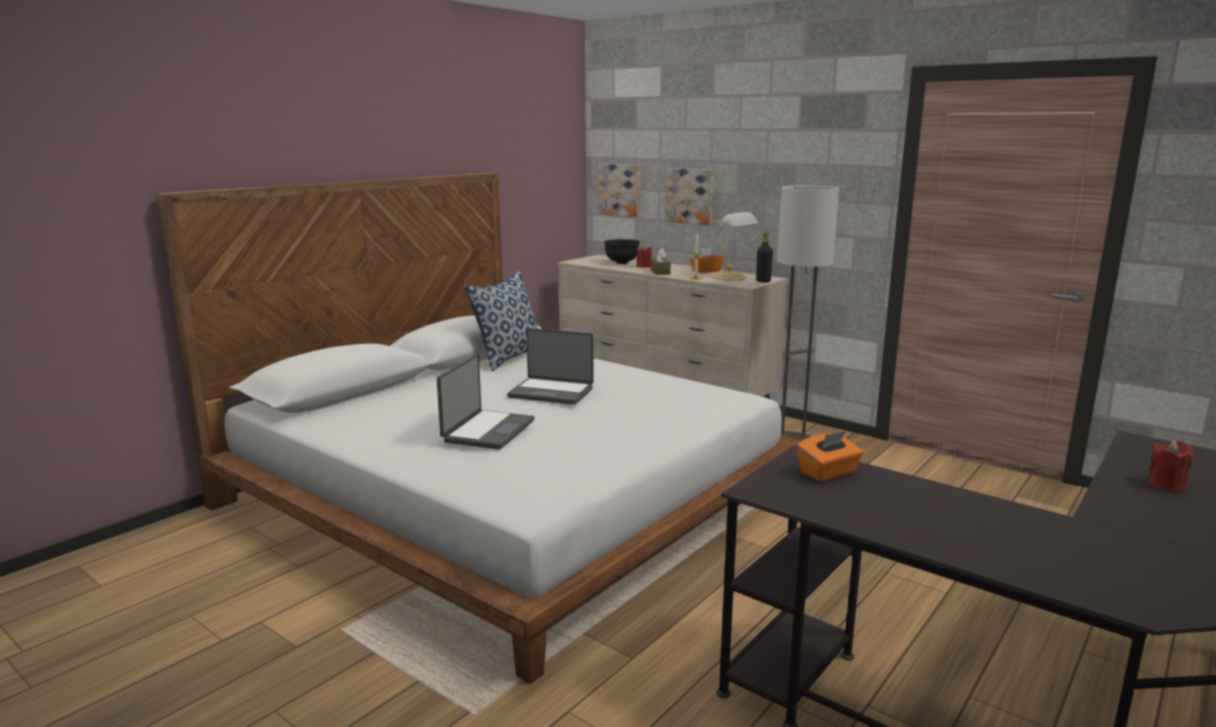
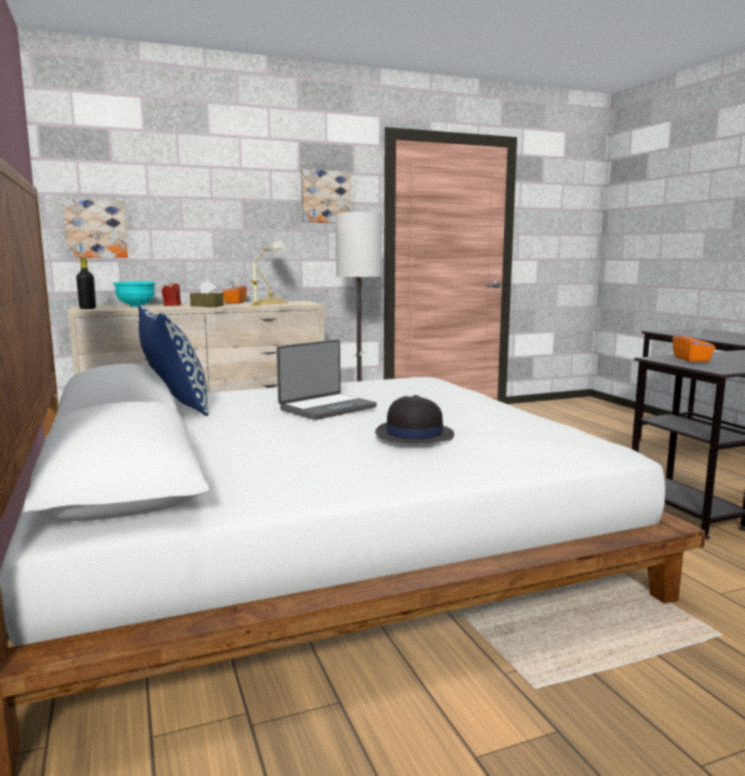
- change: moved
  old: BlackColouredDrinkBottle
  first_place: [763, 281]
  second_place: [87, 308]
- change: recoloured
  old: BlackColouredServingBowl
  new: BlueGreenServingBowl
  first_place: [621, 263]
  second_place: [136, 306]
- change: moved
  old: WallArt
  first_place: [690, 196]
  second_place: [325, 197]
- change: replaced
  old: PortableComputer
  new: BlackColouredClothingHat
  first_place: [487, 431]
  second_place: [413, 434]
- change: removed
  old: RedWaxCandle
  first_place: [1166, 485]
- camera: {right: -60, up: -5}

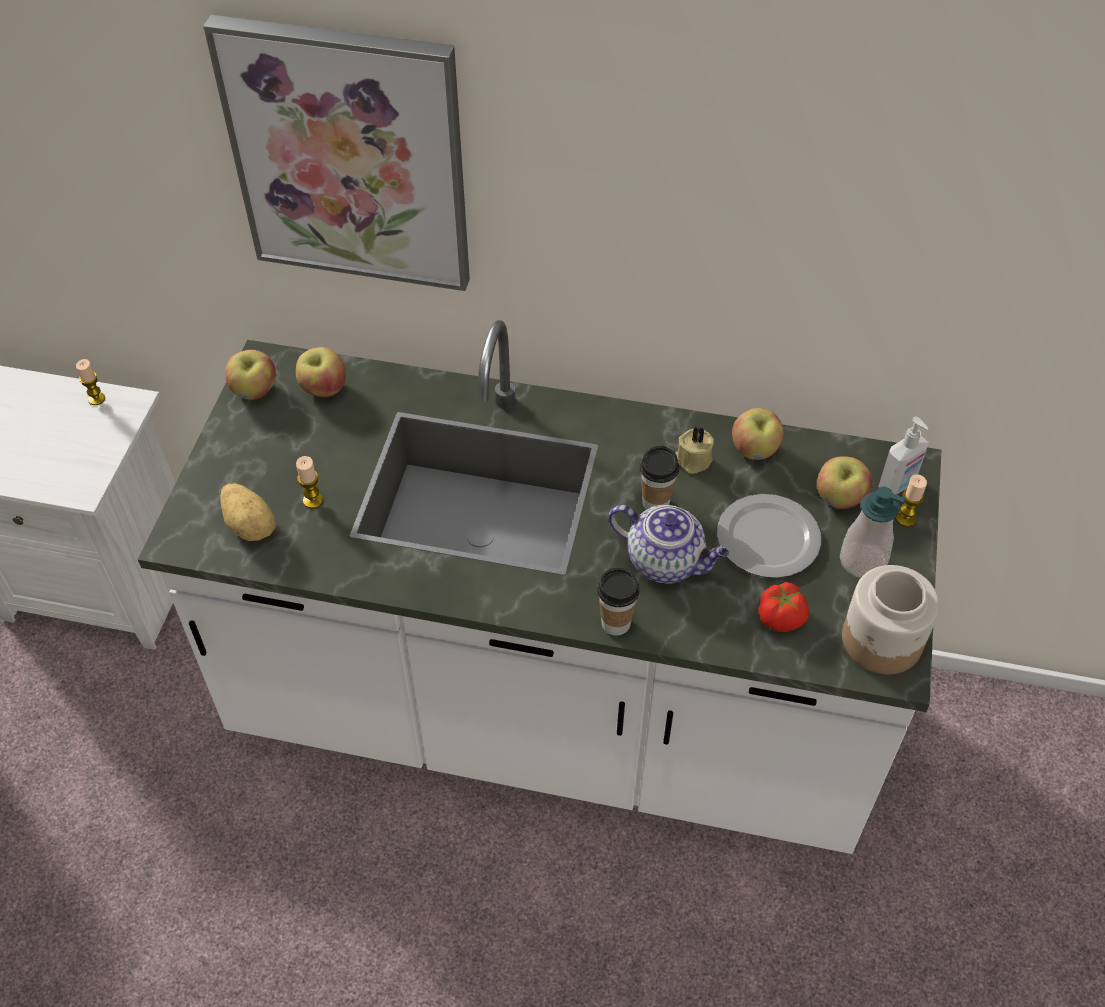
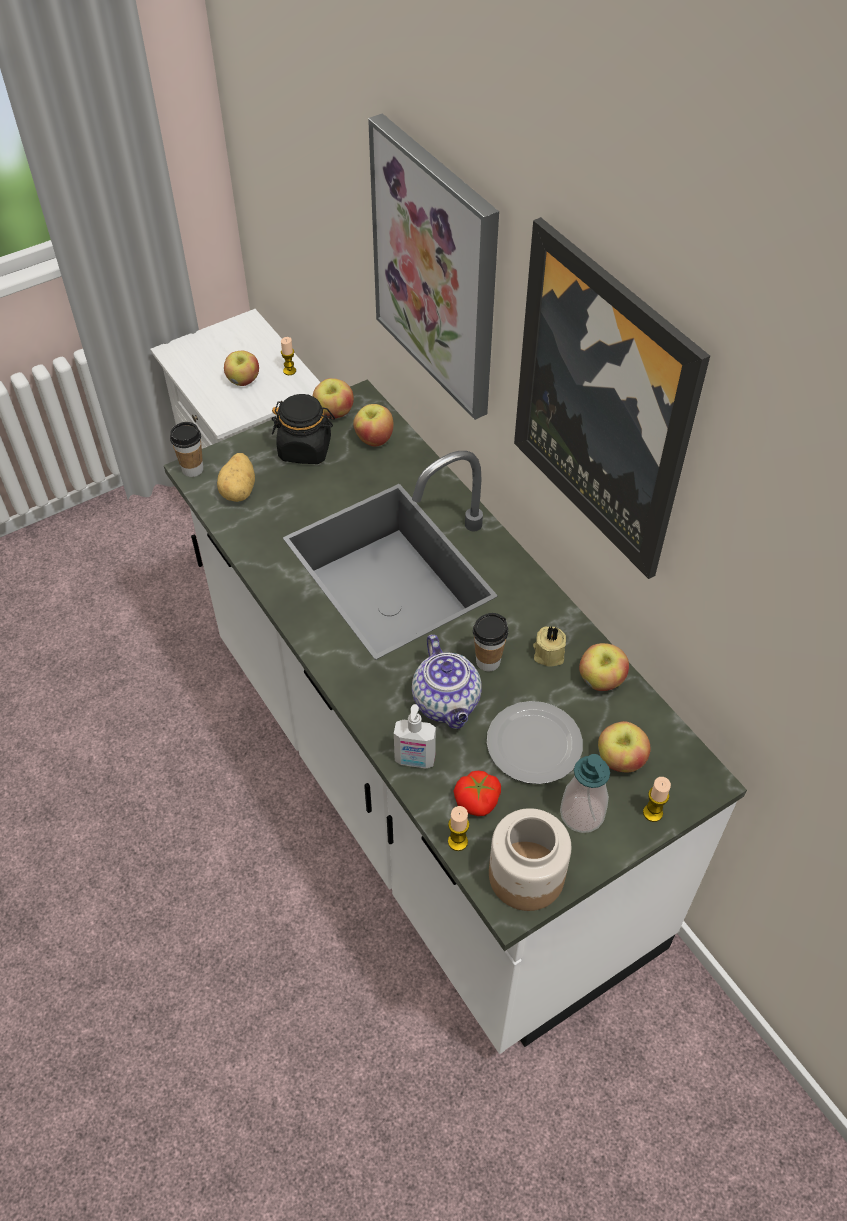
- change: moved
  old: Cup
  first_place: [616, 623]
  second_place: [192, 469]
- change: added
  new: WholeApple
  second_place: [243, 381]
- change: added
  new: BlackColouredPreserveJar
  second_place: [305, 449]
- change: moved
  old: SoapBottle
  first_place: [897, 485]
  second_place: [414, 760]
- change: moved
  old: WaxCandle
  first_place: [313, 500]
  second_place: [457, 841]
- change: added
  new: WallArt
  second_place: [604, 403]
- camera: {right: 45, up: 0}

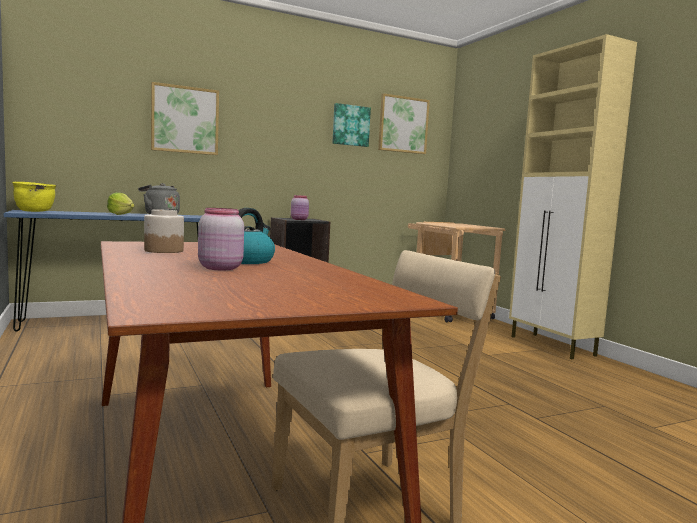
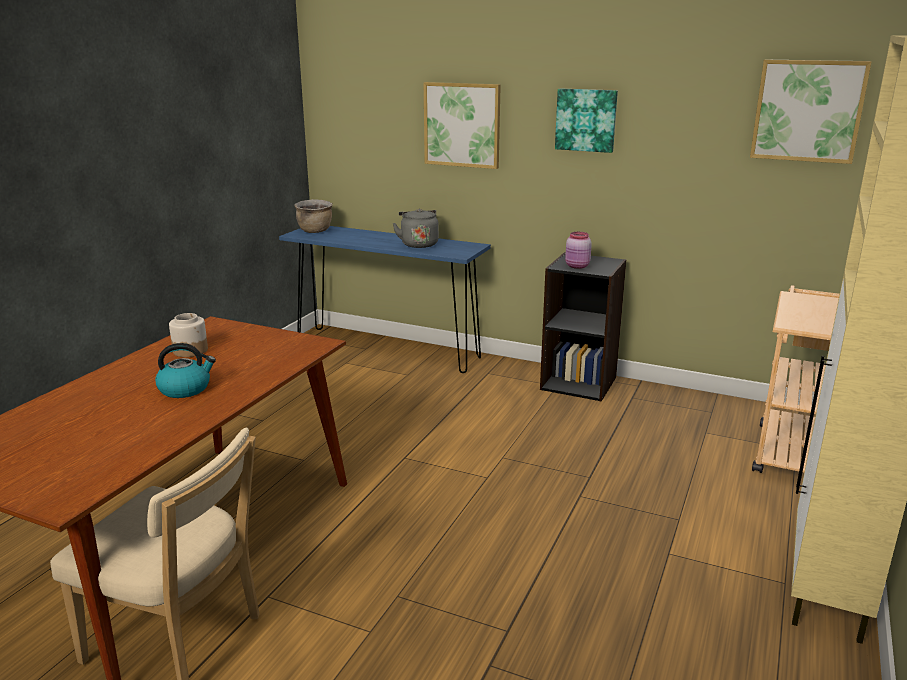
- change: recoloured
  old: YellowSaucepot
  new: BrownSaucepot
  first_place: [35, 211]
  second_place: [315, 231]
- change: moved
  old: WallArt
  first_place: [350, 125]
  second_place: [586, 120]
- change: removed
  old: LettuceHead
  first_place: [120, 214]
- change: removed
  old: PinkColouredPreserveJar
  first_place: [219, 268]
- camera: {right: 50, up: 15}

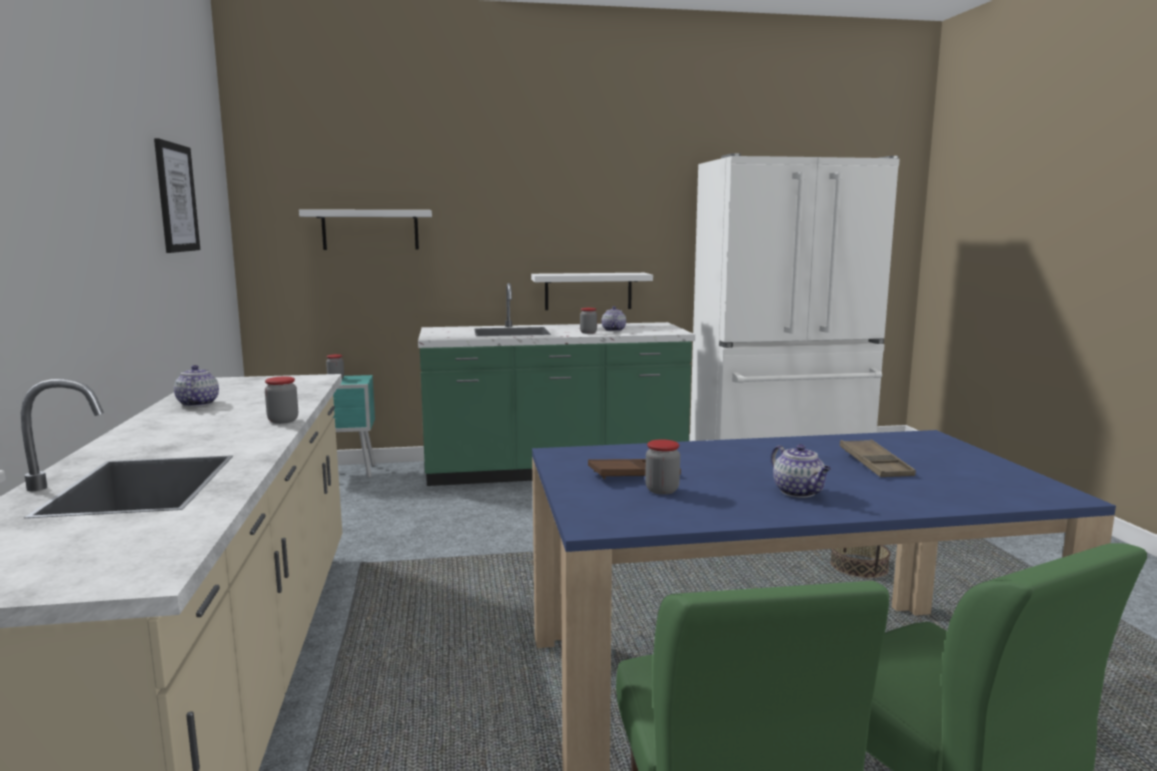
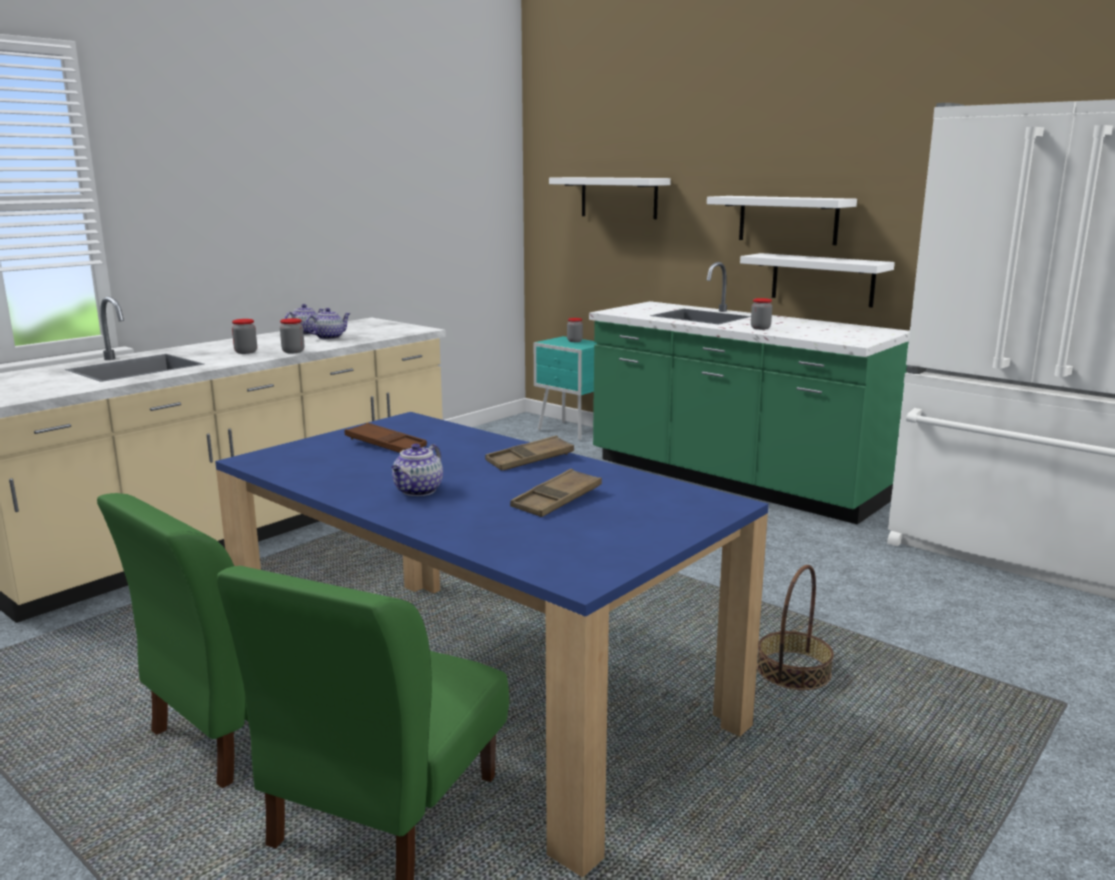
- change: moved
  old: PreserveJar
  first_place: [662, 490]
  second_place: [246, 352]
- change: moved
  old: Teapot
  first_place: [613, 330]
  second_place: [329, 337]
- change: added
  new: BrownServingTray
  second_place: [530, 460]
- change: added
  new: WhiteWallShelf
  second_place: [788, 219]
- change: removed
  old: WallArt
  first_place: [176, 198]
- camera: {right: 50, up: 5}

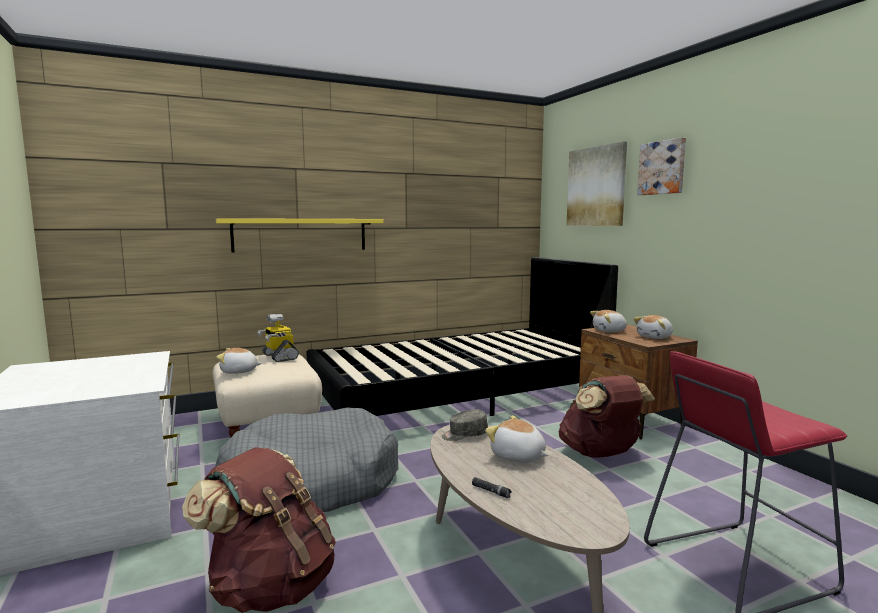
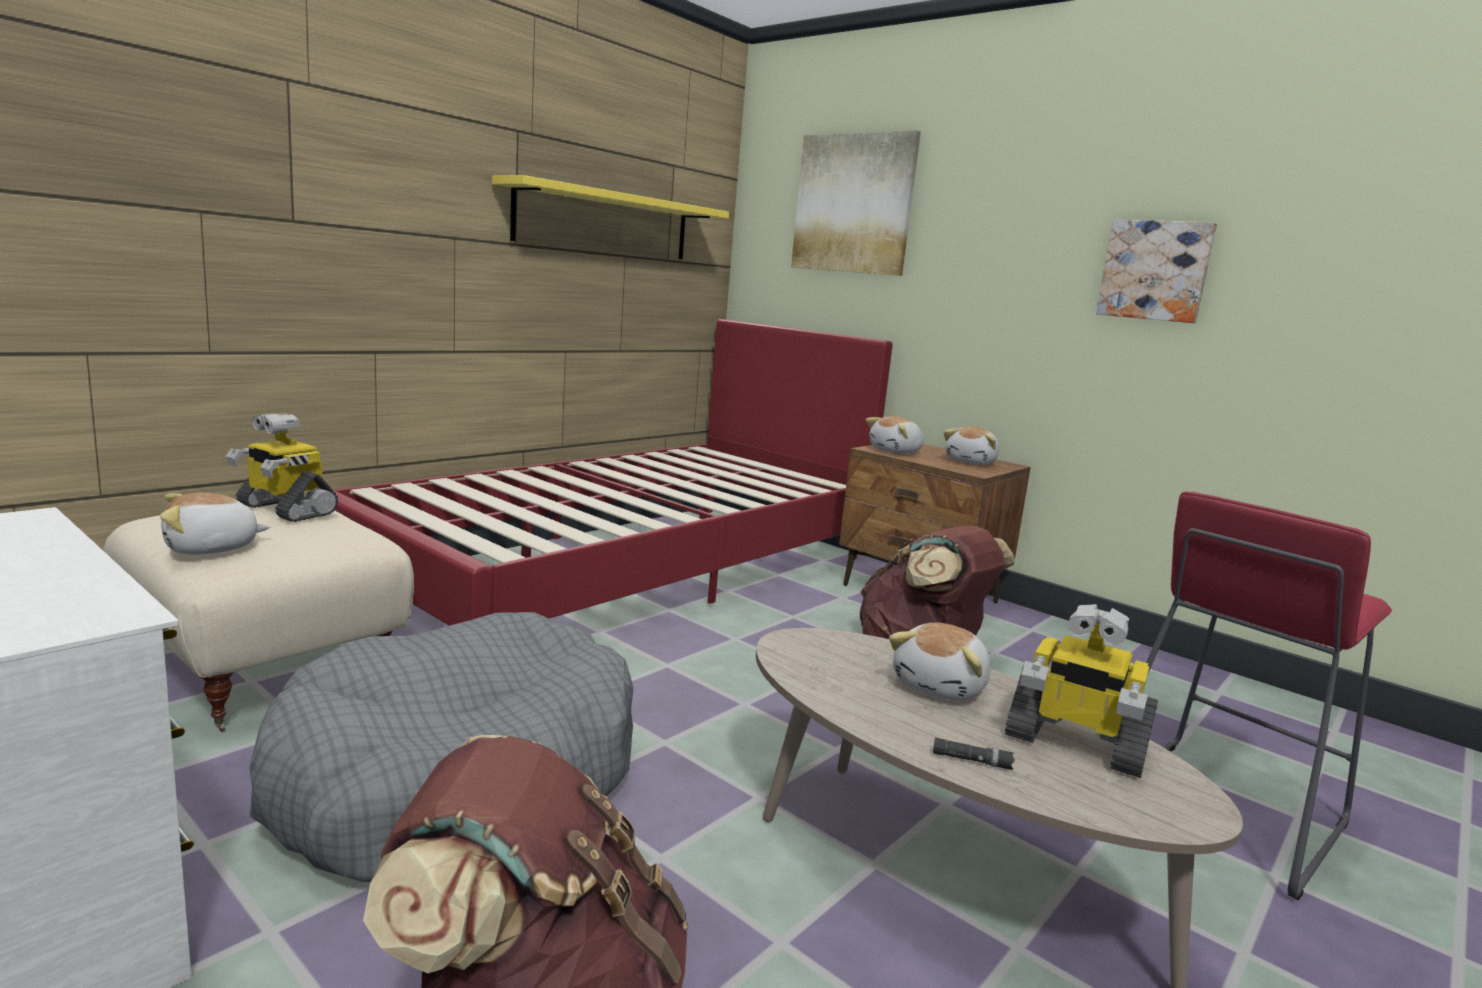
- change: recoloured
  old: BlackColouredBed
  new: RedBed
  first_place: [460, 397]
  second_place: [627, 572]
- change: moved
  old: YellowWallShelf
  first_place: [300, 235]
  second_place: [605, 223]
- change: turned
  old: SoftToy
  first_place: [517, 457]
  second_place: [941, 686]
  degrees: -75
- change: added
  new: ToyRobot
  second_place: [1074, 743]
- change: moved
  old: WallArt
  first_place: [662, 168]
  second_place: [1155, 271]
- change: removed
  old: GreyPeakedCap
  first_place: [464, 435]
- camera: {right: -25, up: 5}

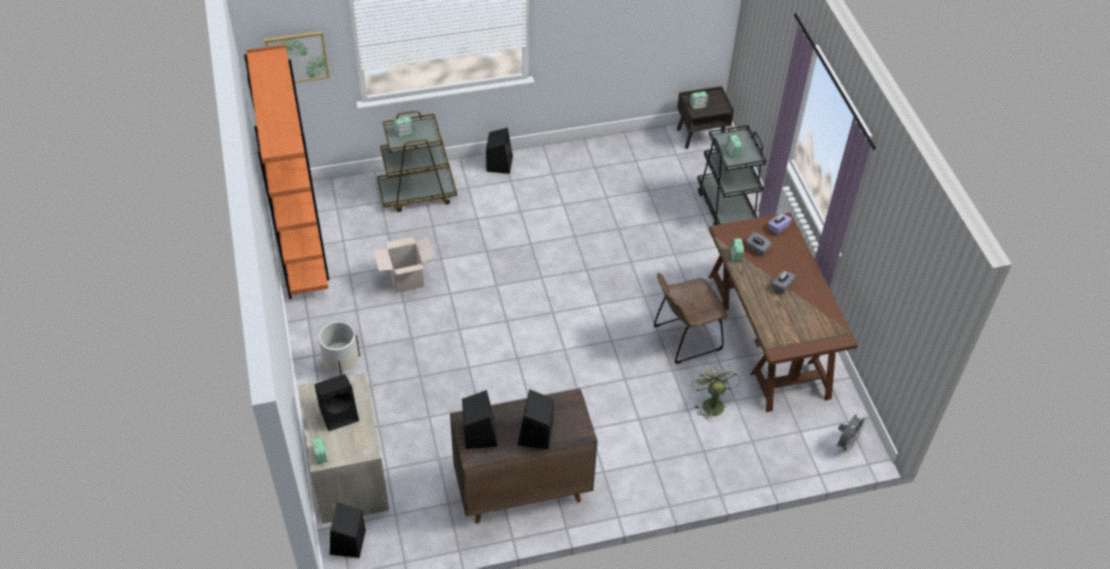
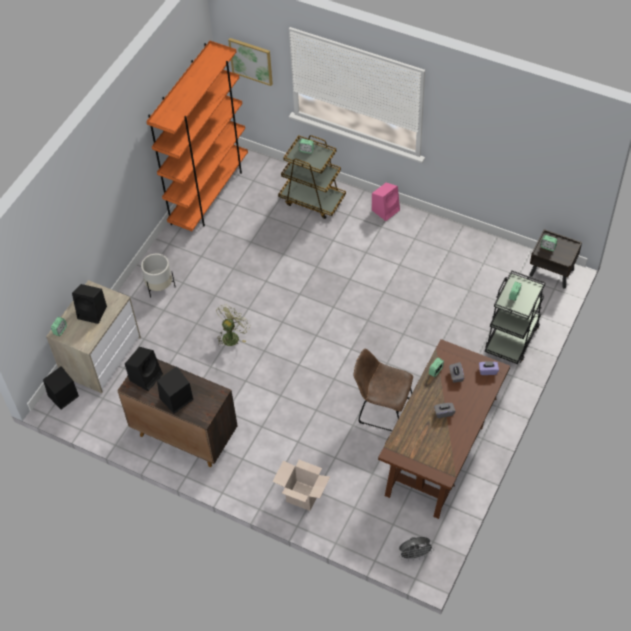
- change: moved
  old: GreenishFan
  first_place: [711, 403]
  second_place: [232, 336]
- change: moved
  old: PackingBox
  first_place: [407, 279]
  second_place: [303, 496]
- change: recoloured
  old: BlackColouredSpeaker
  new: PinkColouredSpeaker
  first_place: [499, 163]
  second_place: [386, 209]
- camera: {right: 45, up: 5}

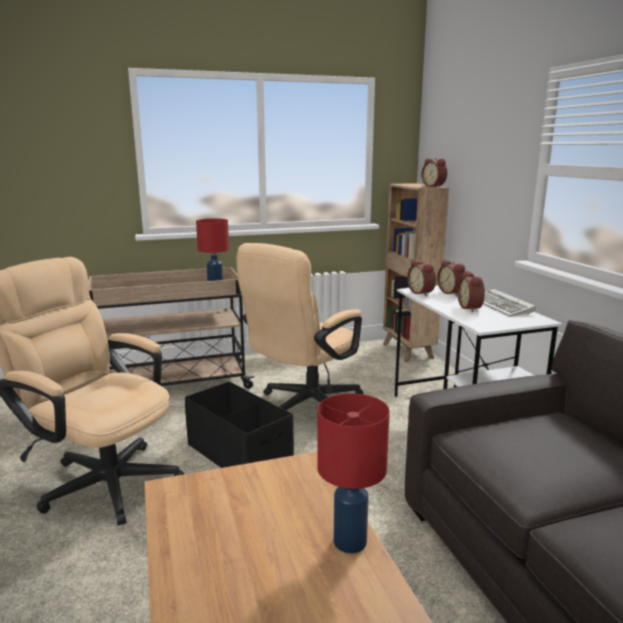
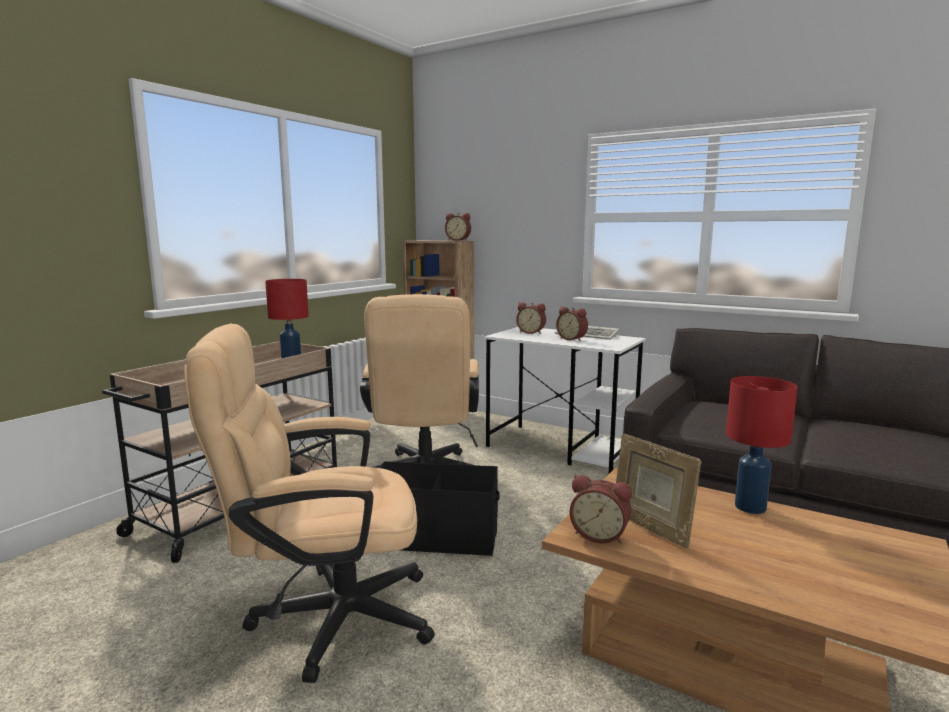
- change: moved
  old: TableClock
  first_place: [422, 292]
  second_place: [599, 535]
- change: added
  new: PictureFrame
  second_place: [650, 528]
- camera: {right: -40, up: -5}

